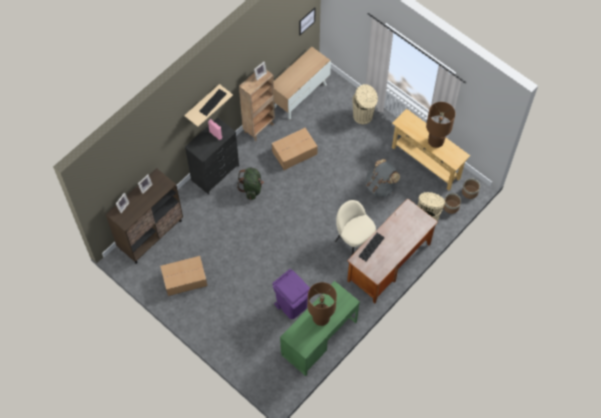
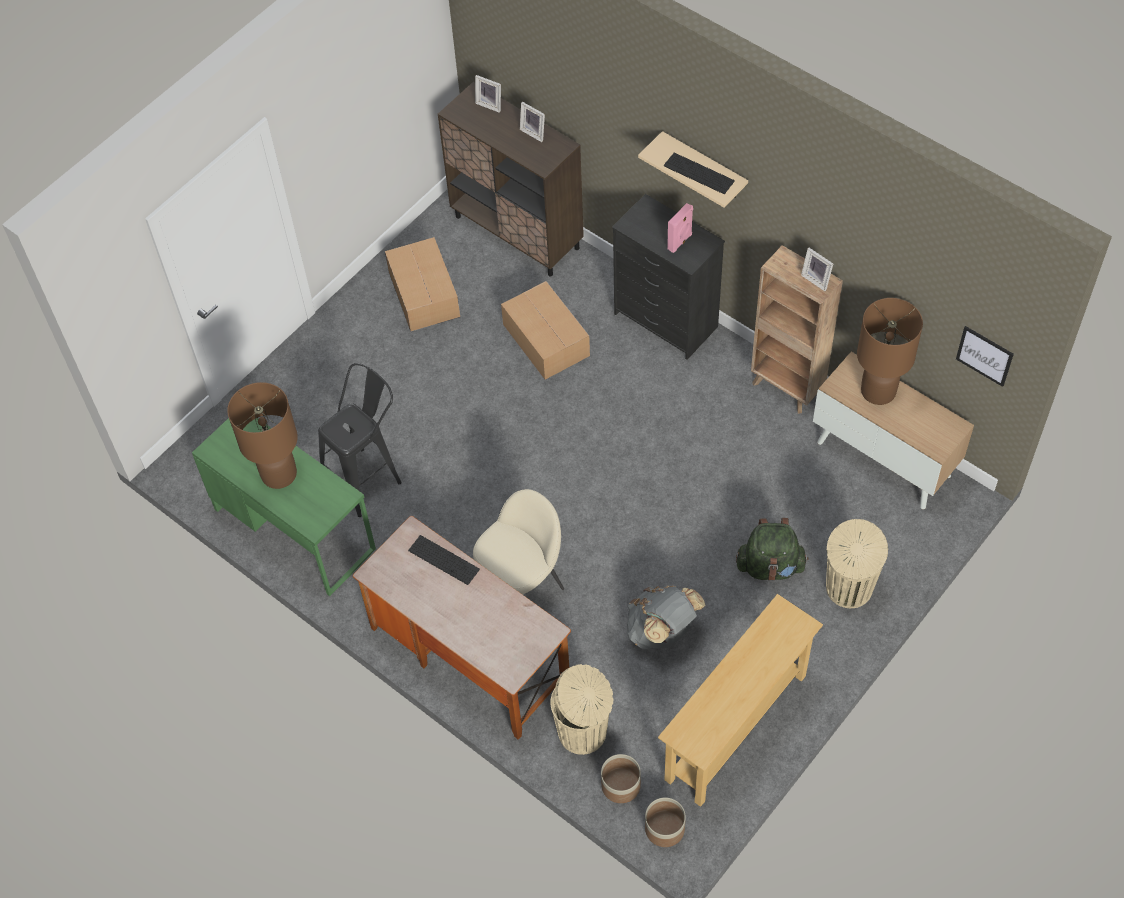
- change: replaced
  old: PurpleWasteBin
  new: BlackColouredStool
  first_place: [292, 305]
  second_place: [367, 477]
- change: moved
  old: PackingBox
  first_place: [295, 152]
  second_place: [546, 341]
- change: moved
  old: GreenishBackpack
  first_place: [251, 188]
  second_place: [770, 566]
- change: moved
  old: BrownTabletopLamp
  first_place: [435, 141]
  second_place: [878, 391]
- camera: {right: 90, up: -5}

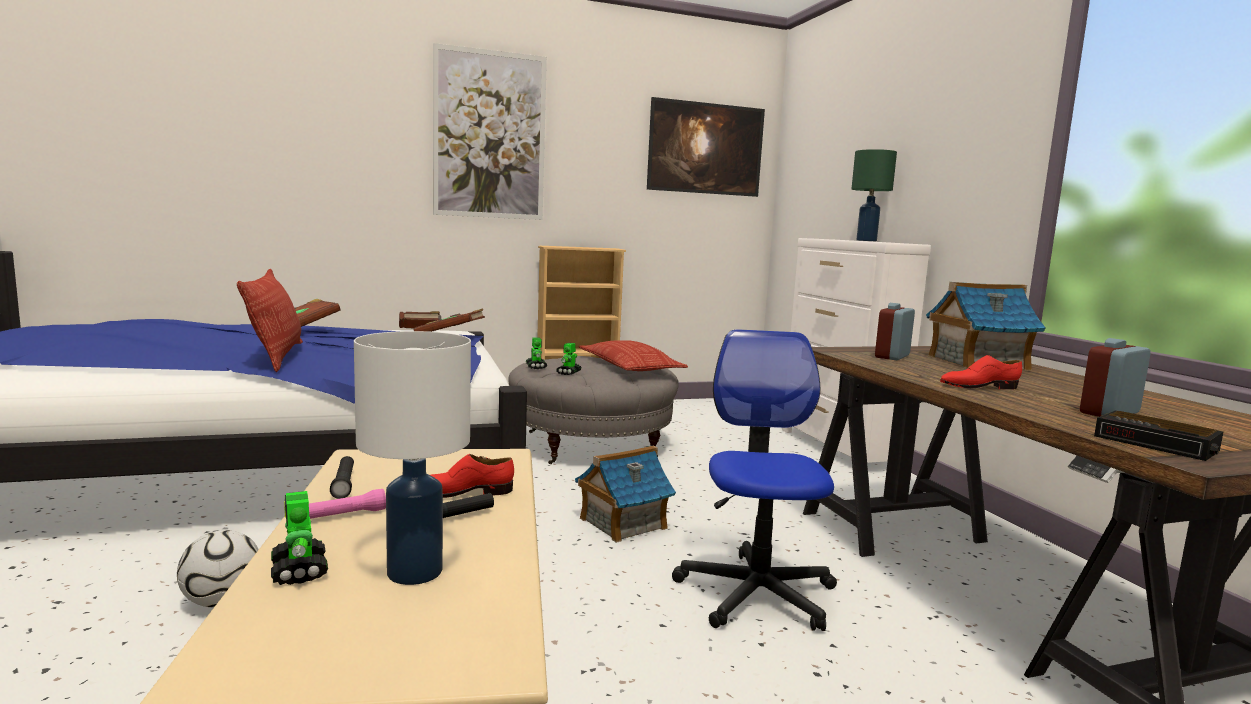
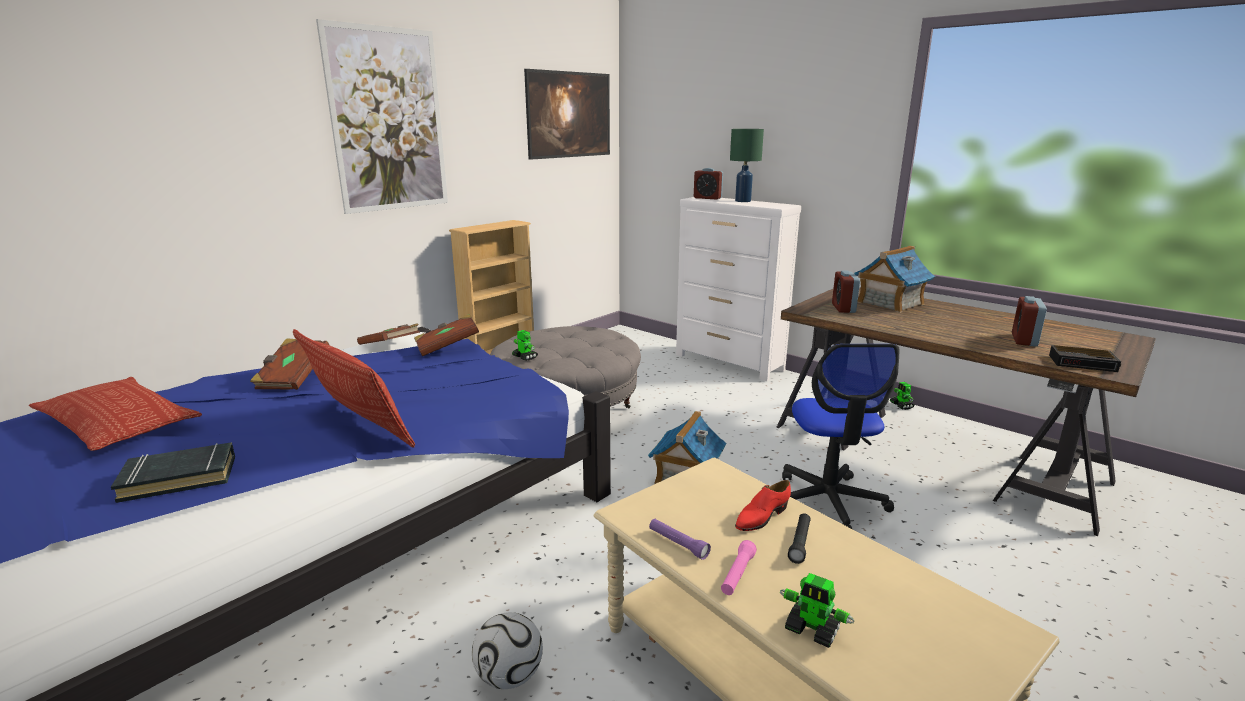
- change: moved
  old: ThrowPillow
  first_place: [629, 366]
  second_place: [118, 423]
- change: added
  new: BlackColouredVolume
  second_place: [179, 478]
- change: recoloured
  old: BlackColouredFlashlight
  new: PurpleFlashlight
  first_place: [344, 484]
  second_place: [678, 544]
- change: added
  new: TableClock
  second_place: [707, 198]
- change: turned
  old: OfficeChair
  first_place: [756, 593]
  second_place: [828, 502]
  degrees: -150
- change: moved
  old: ToyRobot
  first_place: [568, 373]
  second_place: [901, 406]
- change: removed
  old: WhiteTabletopLamp
  first_place: [415, 573]
- change: removed
  old: RedLowShoe
  first_place: [978, 387]
- camera: {right: -30, up: 10}

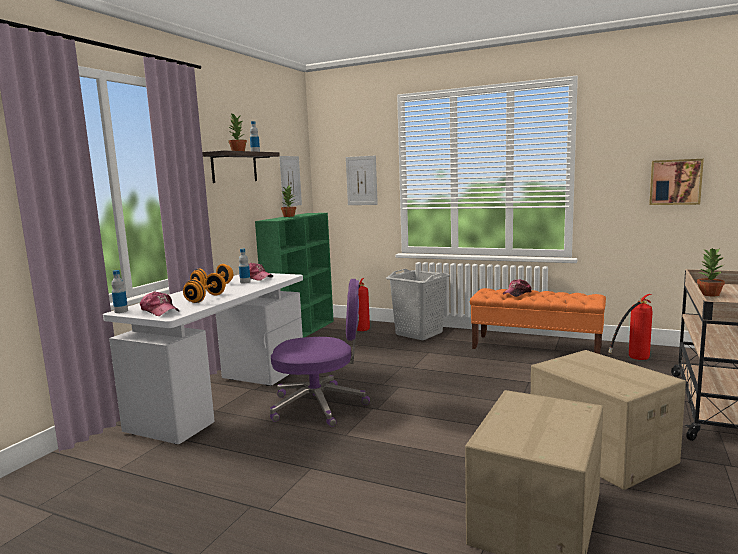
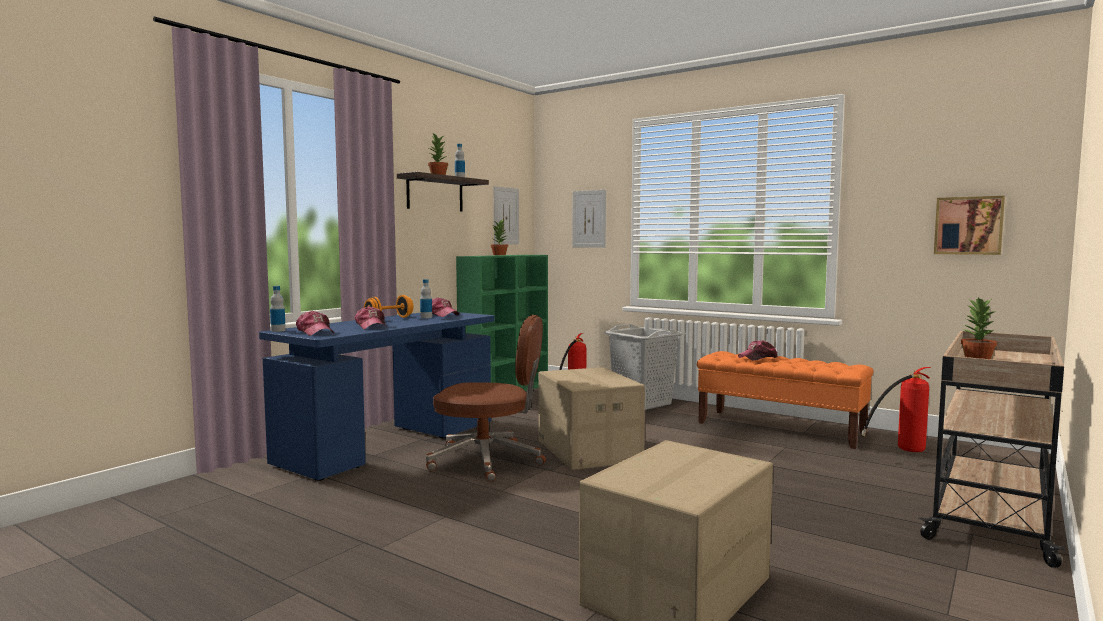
- change: recoloured
  old: WhiteDesk
  new: BluishDesk
  first_place: [225, 395]
  second_place: [391, 443]
- change: replaced
  old: OrangeColouredDumbbell
  new: PeakedCap
  first_place: [206, 298]
  second_place: [371, 326]
- change: recoloured
  old: PurpleOfficeChair
  new: BrownOfficeChair
  first_place: [320, 405]
  second_place: [488, 461]
- change: moved
  old: PackingBox
  first_place: [600, 451]
  second_place: [587, 451]
- camera: {right: 10, up: -5}

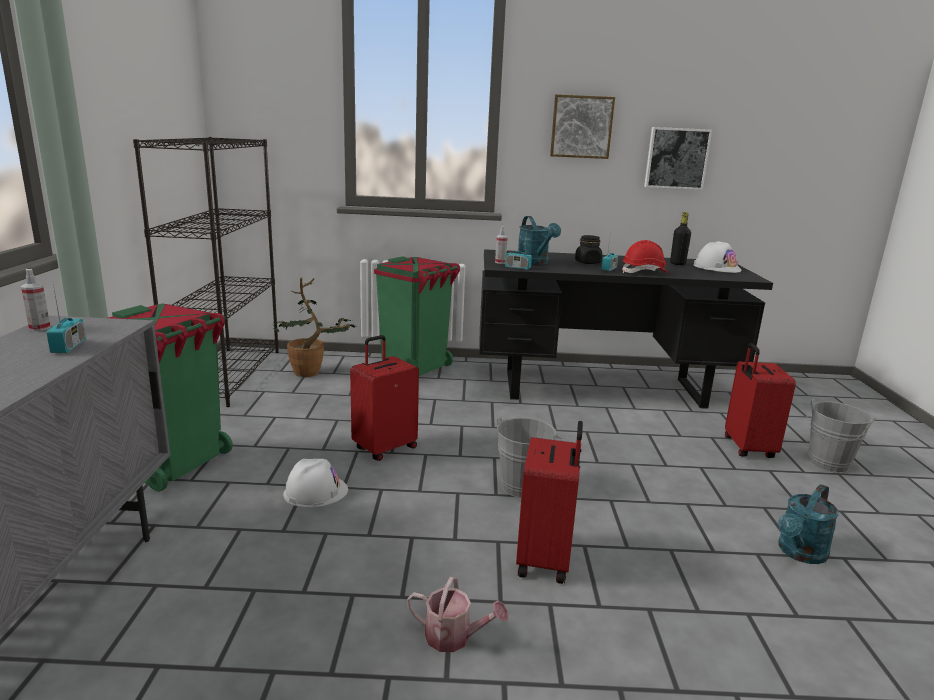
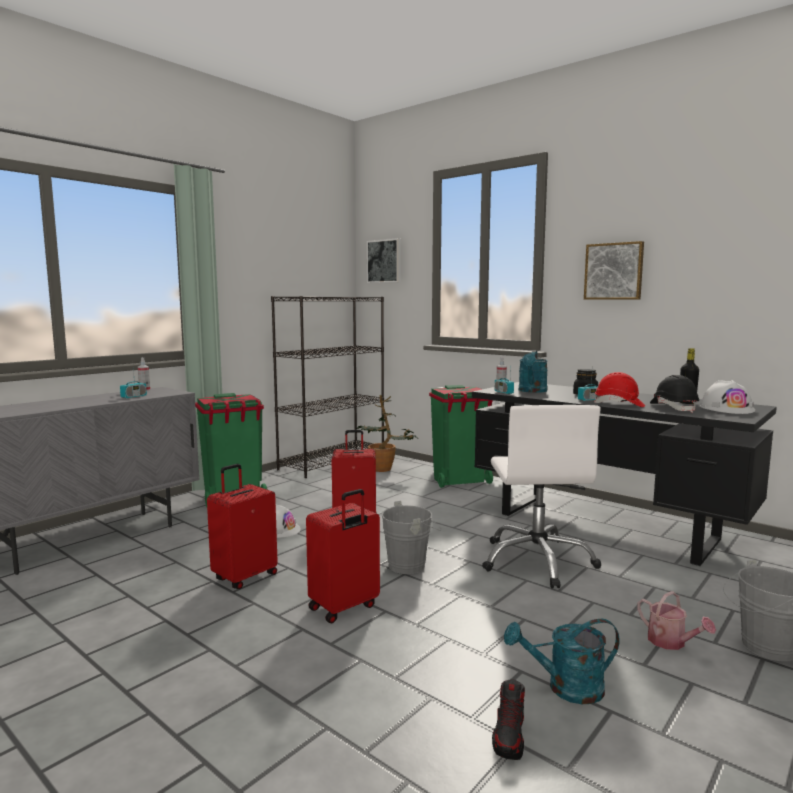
- change: moved
  old: RedTravelCase
  first_place: [747, 448]
  second_place: [244, 577]
- change: moved
  old: WallArt
  first_place: [676, 158]
  second_place: [385, 261]
- change: added
  new: WhiteOfficeChair
  second_place: [537, 561]
- change: added
  new: LowShoe
  second_place: [509, 736]
- change: moved
  old: SprinklingCan
  first_place: [454, 637]
  second_place: [671, 643]
- change: added
  new: BlackColouredWorkHelmet
  second_place: [673, 408]
- camera: {right: 40, up: -10}

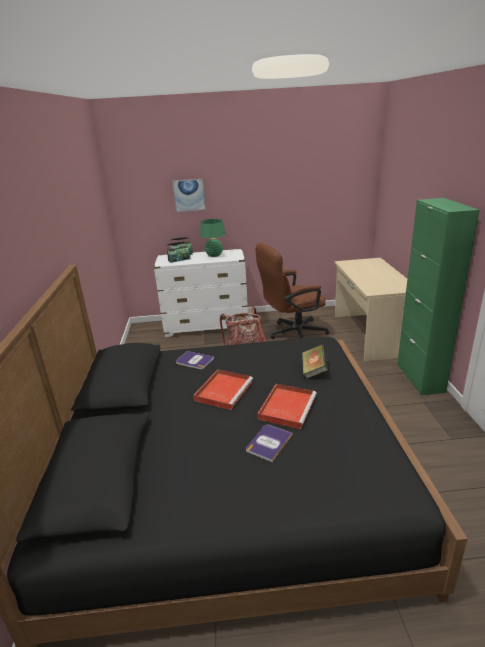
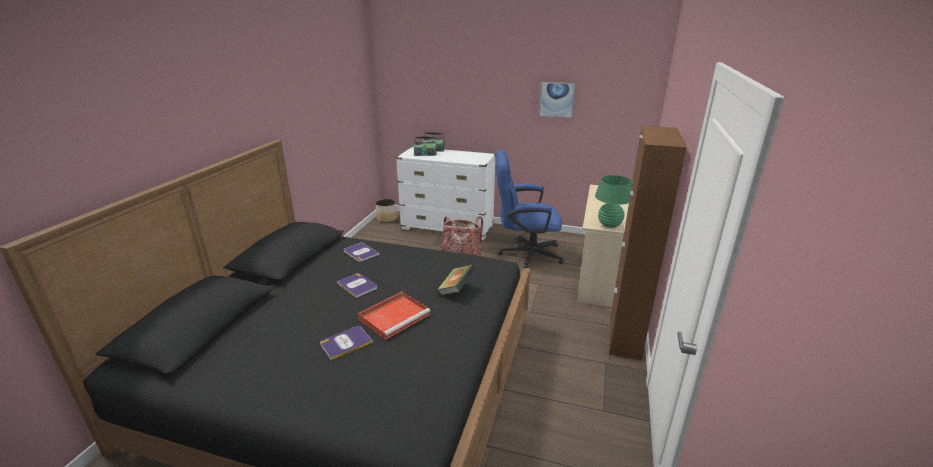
- change: replaced
  old: RedServingTray
  new: Volume
  first_place: [224, 390]
  second_place: [357, 285]
- change: added
  new: Planter
  second_place: [387, 218]
- change: recoloured
  old: BrownOfficeChair
  new: BluishOfficeChair
  first_place: [292, 333]
  second_place: [524, 254]
- change: moved
  old: WallArt
  first_place: [189, 195]
  second_place: [557, 99]
- change: moved
  old: GreenishTabletopLamp
  first_place: [214, 255]
  second_place: [609, 225]
- change: recoloured
  old: GreenishStorageCabinet
  new: BrownStorageCabinet
  first_place: [420, 378]
  second_place: [624, 336]
- camera: {right: 20, up: 0}

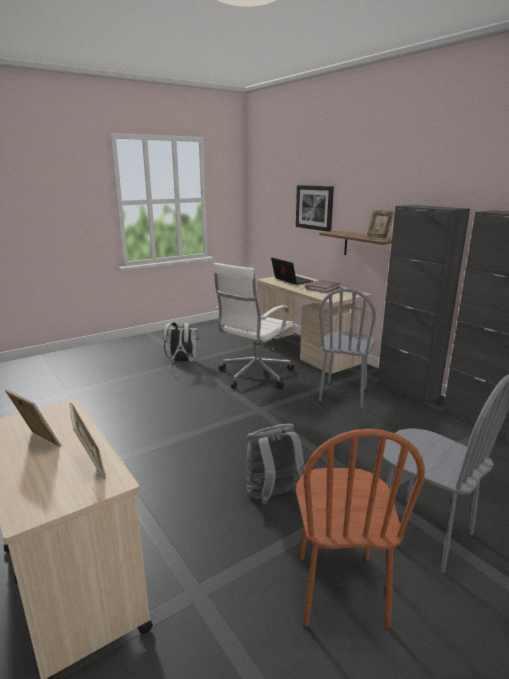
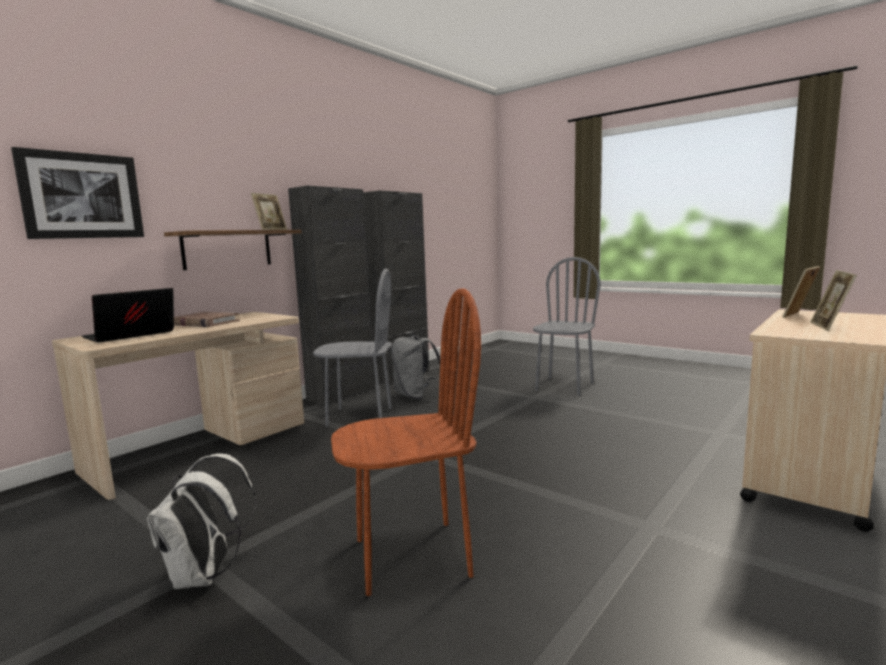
- change: moved
  old: BrownUprightChair
  first_place: [339, 589]
  second_place: [412, 556]
- change: moved
  old: GreyBackpack
  first_place: [273, 497]
  second_place: [415, 396]
- change: removed
  old: WhiteOfficeChair
  first_place: [254, 375]
- camera: {right: -105, up: -10}

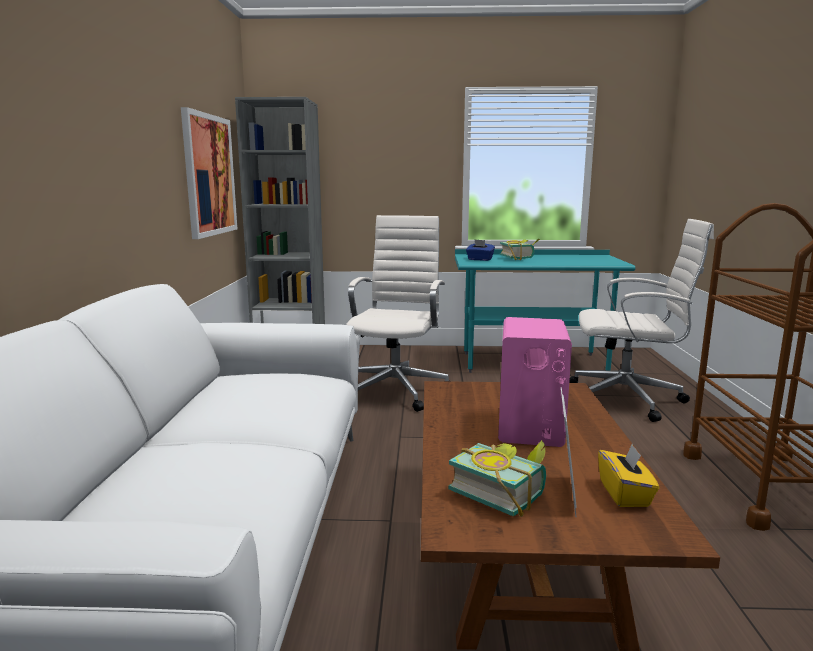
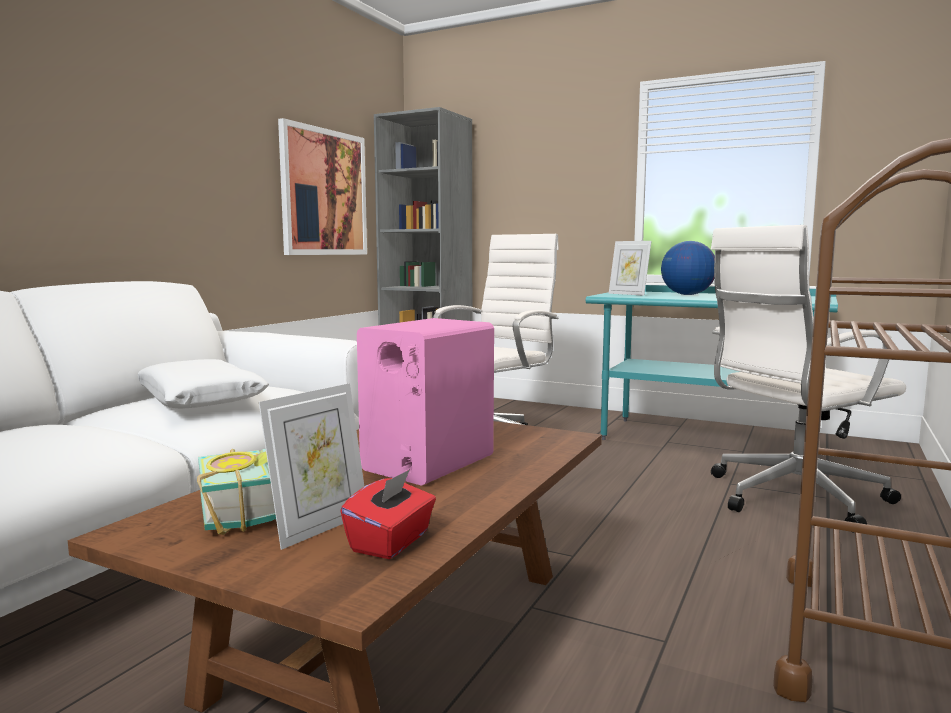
- change: added
  new: WhiteThrowPillow
  second_place: [200, 399]
- change: recoloured
  old: YellowTissueHolder
  new: RedTissueHolder
  first_place: [625, 494]
  second_place: [391, 542]
- change: replaced
  old: BluishTissueHolder
  new: PictureFrame
  first_place: [479, 259]
  second_place: [628, 294]
- change: replaced
  old: Volume
  new: DeskGlobe
  first_place: [520, 258]
  second_place: [687, 295]
- change: turned
  old: WhiteOfficeChair
  first_place: [628, 399]
  second_place: [791, 497]
  degrees: 120
- camera: {right: 25, up: -5}

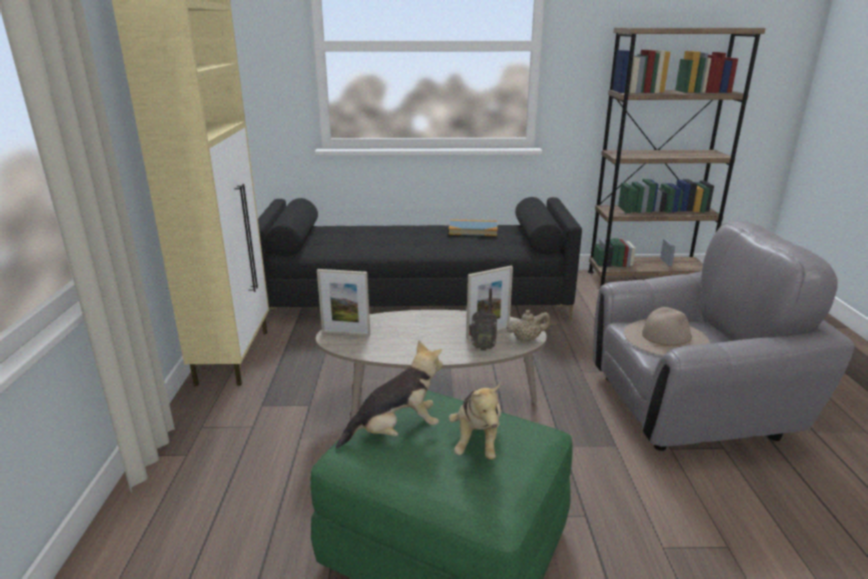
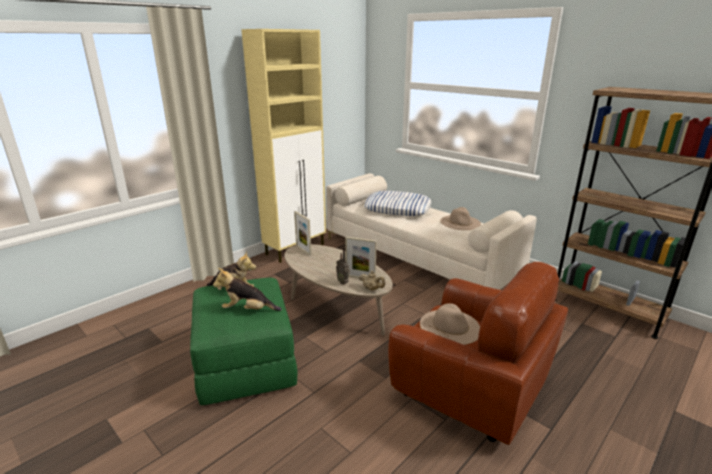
- change: turned
  old: SoftToy
  first_place: [477, 441]
  second_place: [248, 310]
  degrees: 45
- change: recoloured
  old: BlackColouredSettee
  new: BeigeColouredSettee
  first_place: [418, 299]
  second_place: [418, 257]
- change: added
  new: ThrowPillow
  second_place: [398, 208]
- change: recoloured
  old: GreyArmchair
  new: BrownArmchair
  first_place: [690, 406]
  second_place: [470, 389]
- change: replaced
  old: Volume
  new: BeigeColouredClothingHat
  first_place: [473, 230]
  second_place: [460, 222]
- camera: {right: 45, up: 0}

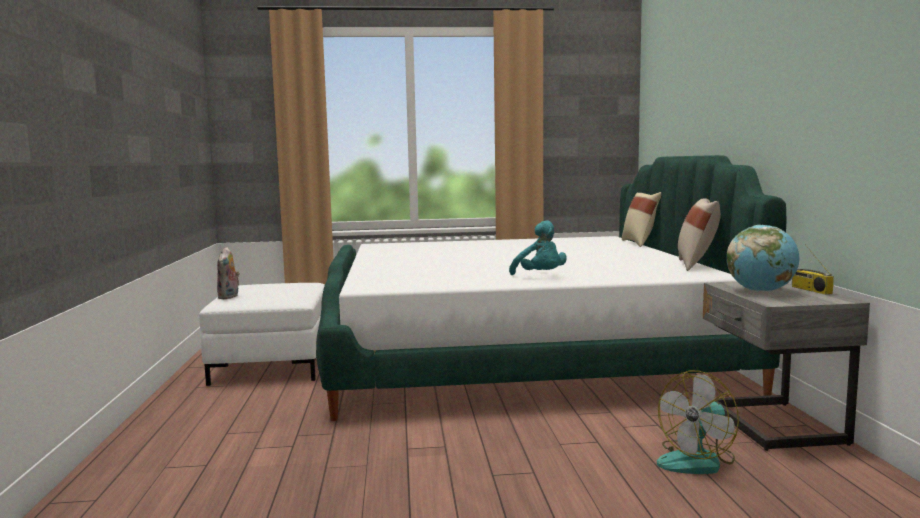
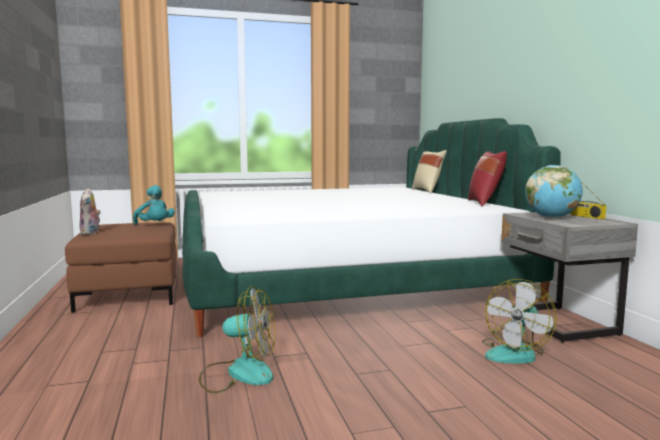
- change: recoloured
  old: WhiteOttoman
  new: BrownOttoman
  first_place: [273, 364]
  second_place: [130, 293]
- change: moved
  old: BlueGreenSoftToy
  first_place: [540, 276]
  second_place: [155, 225]
- change: added
  new: Fan
  second_place: [238, 373]
- change: recoloured
  old: BeigeColouredThrowPillow
  new: RedThrowPillow
  first_place: [697, 265]
  second_place: [485, 203]
- camera: {right: -10, up: 0}

